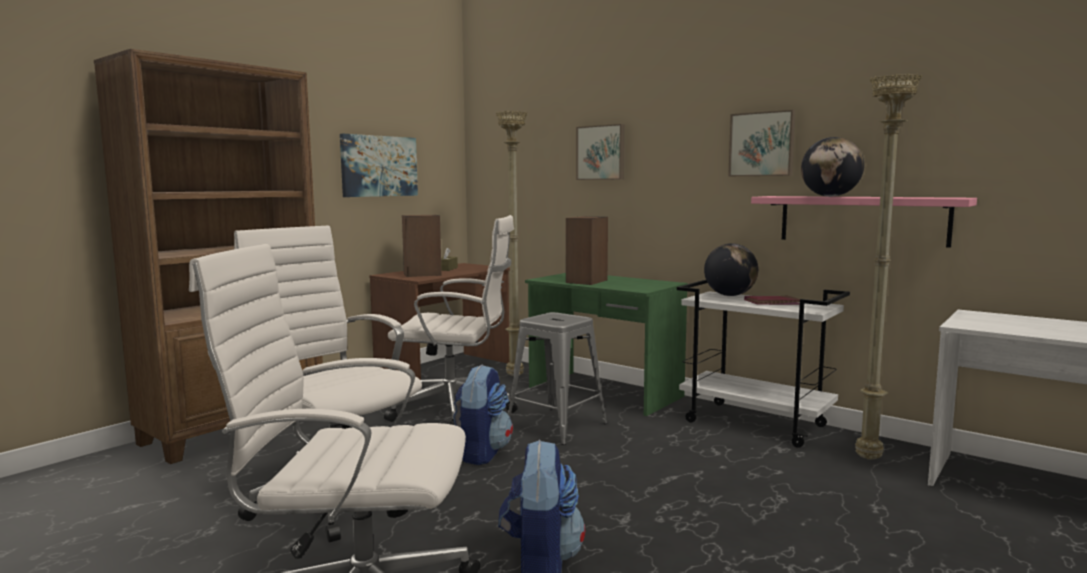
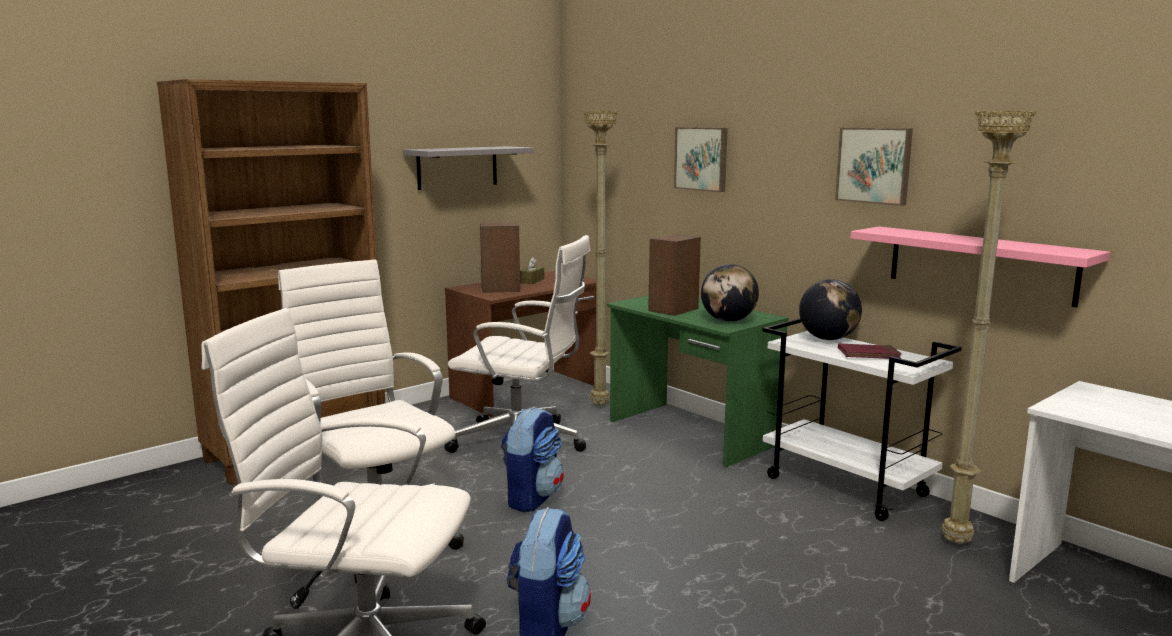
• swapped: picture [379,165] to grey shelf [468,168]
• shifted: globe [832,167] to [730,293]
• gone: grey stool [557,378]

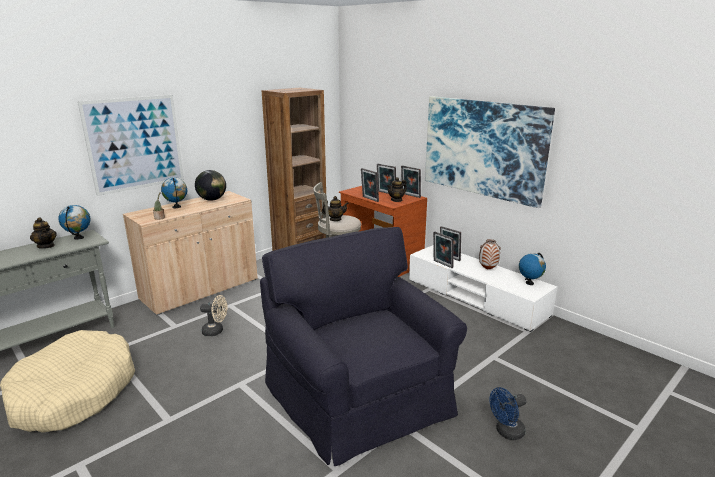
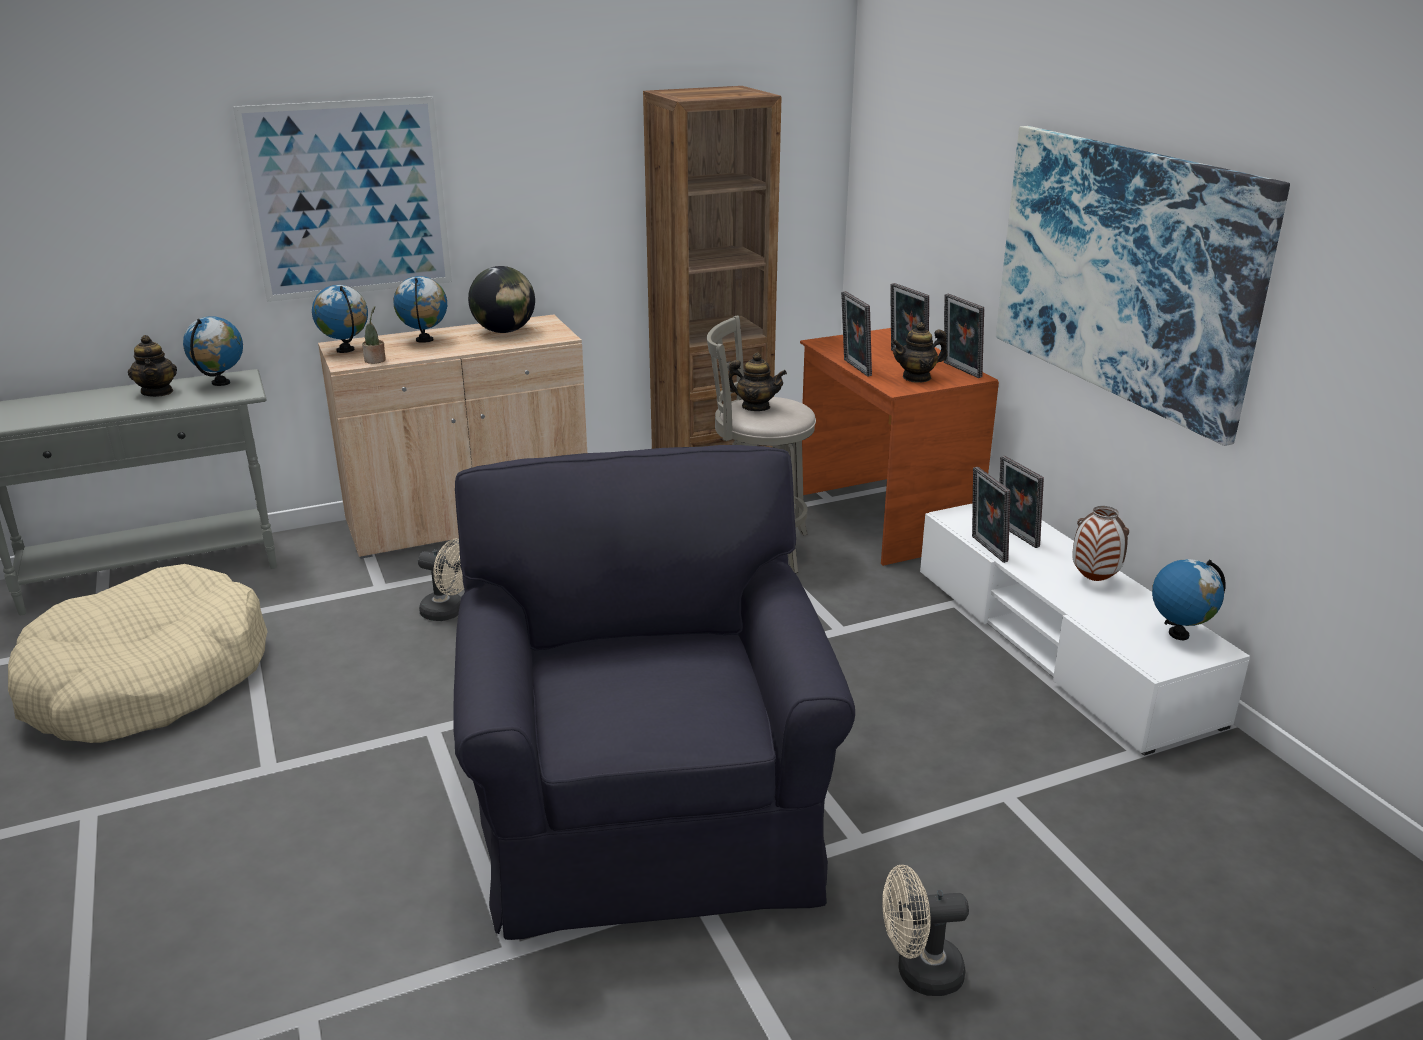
• repainted: blue fan [507,413] to beige fan [925,930]
• new: globe [340,319]

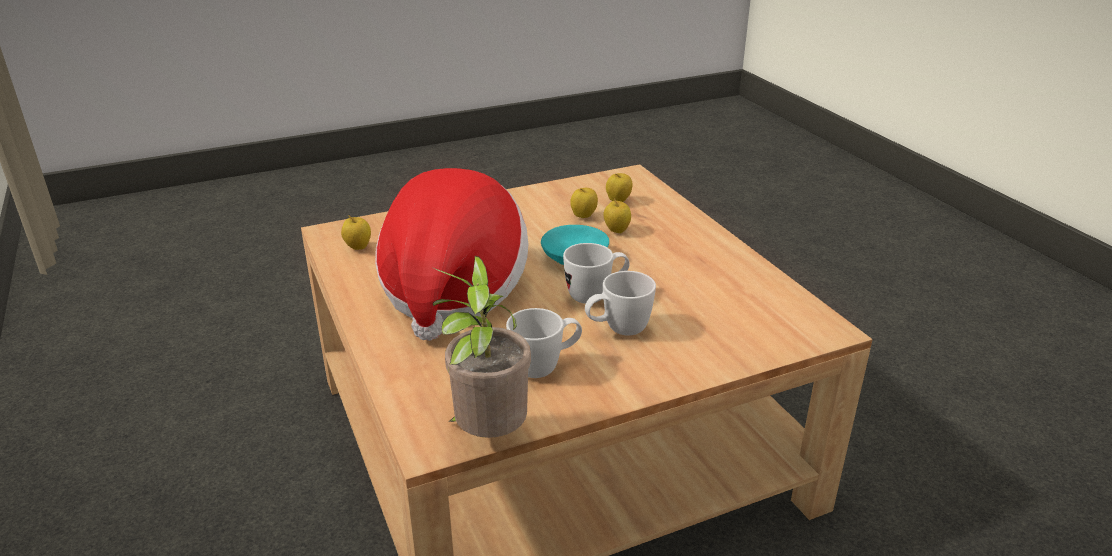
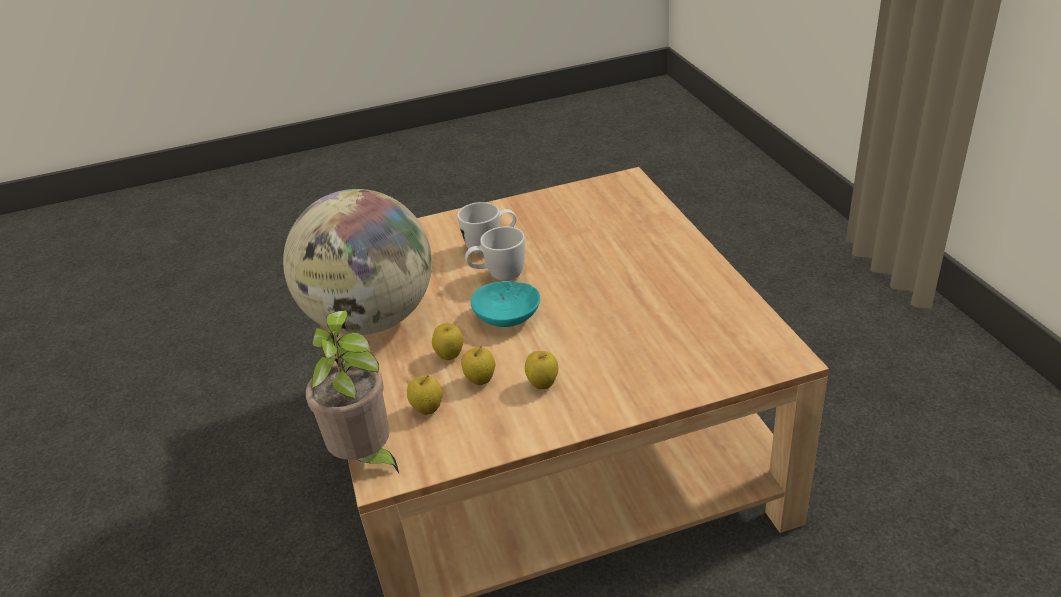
• gone: hat [451,254]
• shifted: apple [356,232] to [541,370]
• shifted: potted plant [481,347] to [352,391]
• gone: white mug [544,343]
• new: globe [357,262]

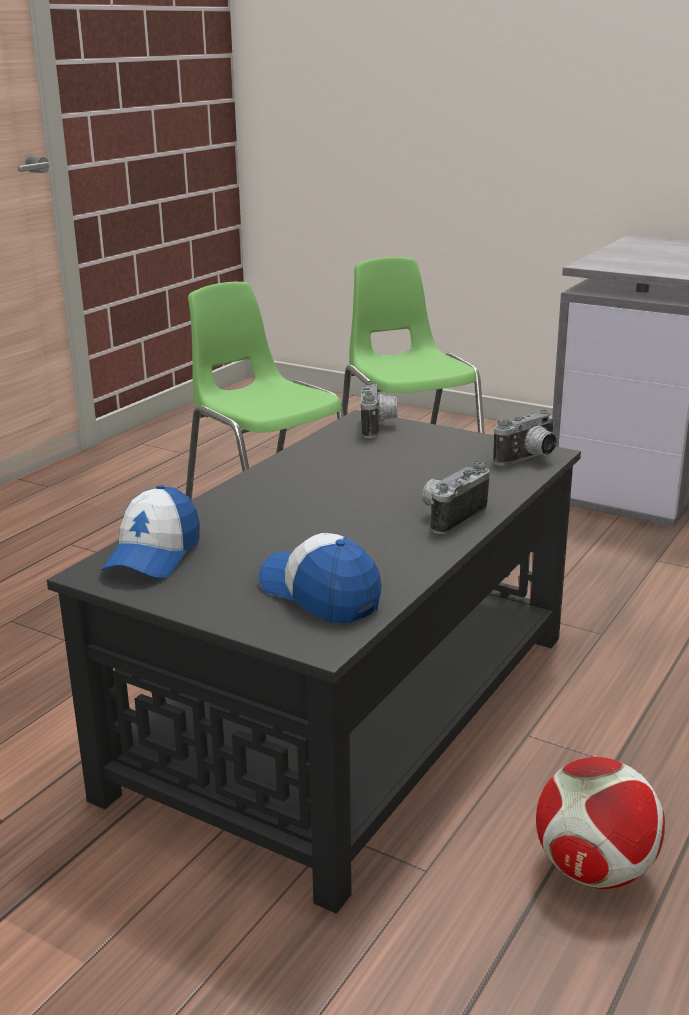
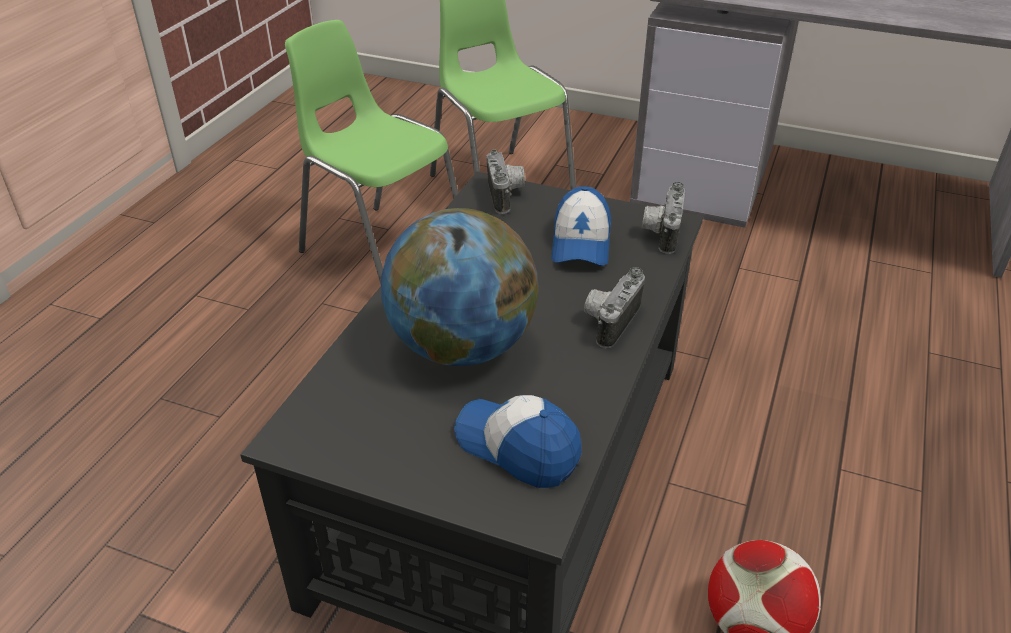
• rotated: photo camera [525,438] = [663,218] 150 degrees clockwise
• shifted: cap [150,531] to [581,226]
• new: globe [459,287]

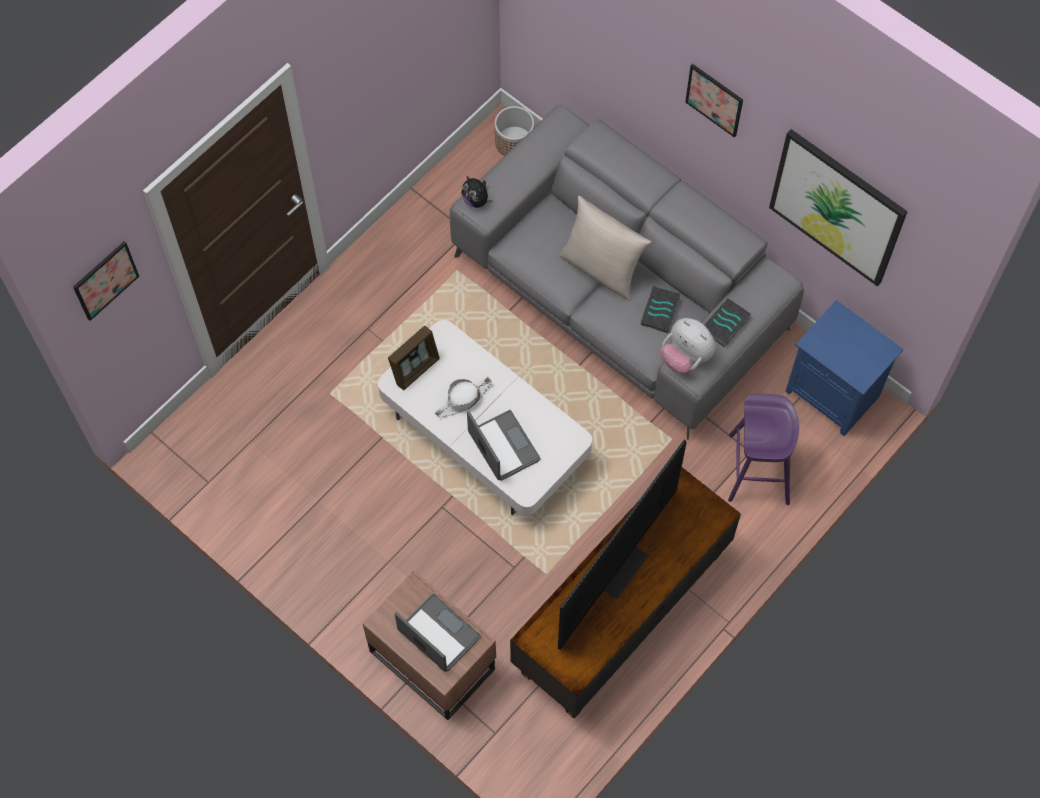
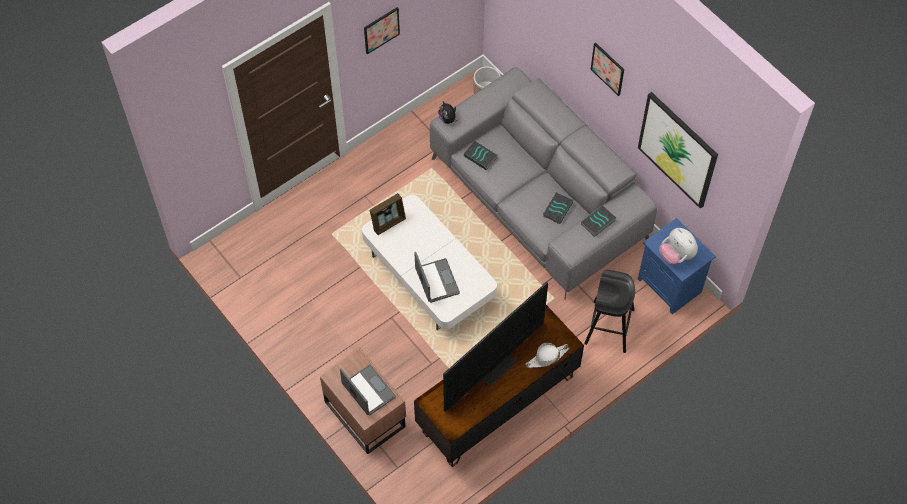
• gone: beige pillow [605,248]
• shifted: picture [106,281] to [382,30]
• shifted: plush toy [688,346] to [678,246]
• shifted: white hat [463,397] to [547,355]
• repainted: purple stool [763,449] to black stool [609,311]
• new: book [481,155]

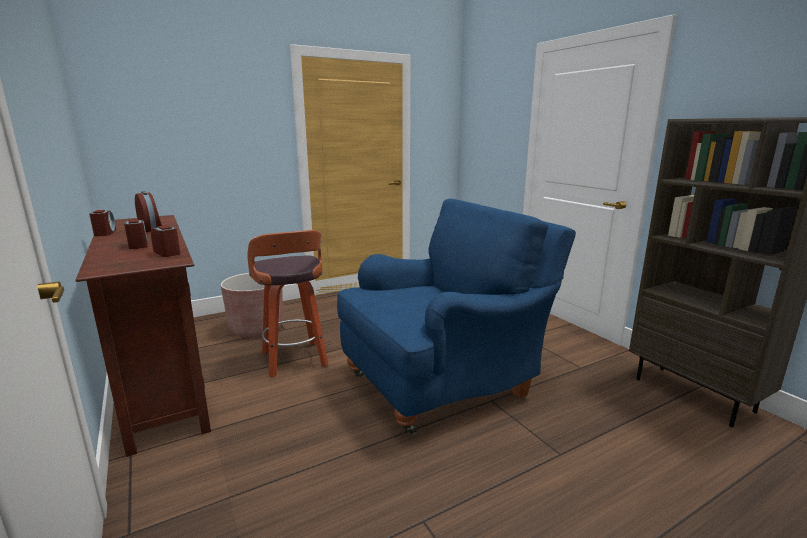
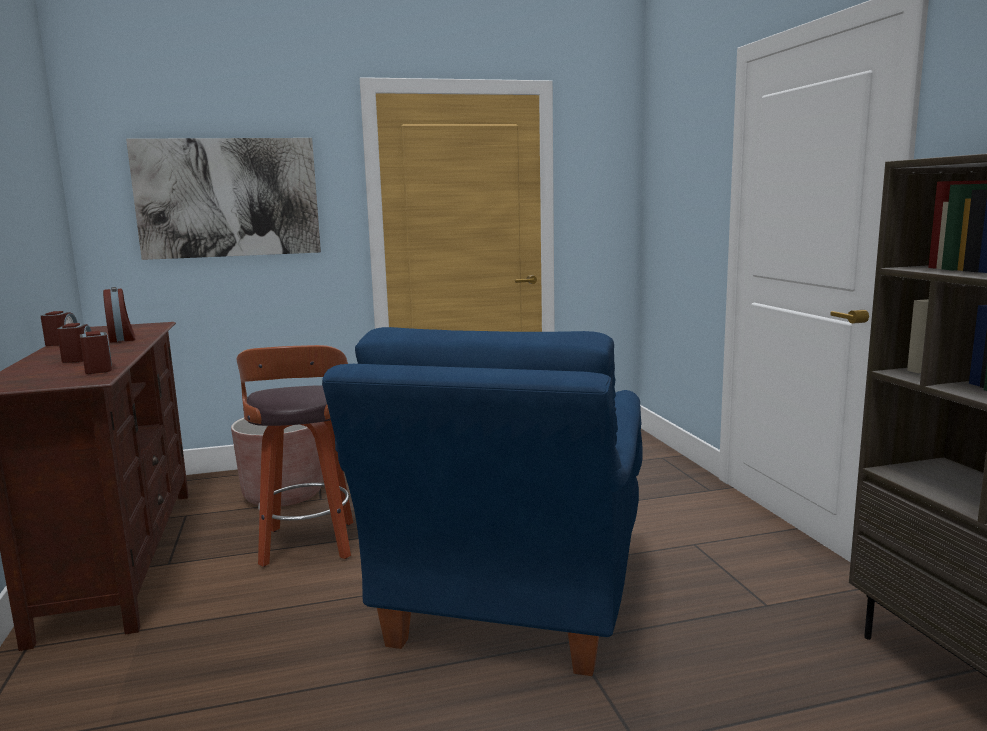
• rotated: blue armchair [456,317] = [482,501] 120 degrees clockwise
• new: picture [223,199]

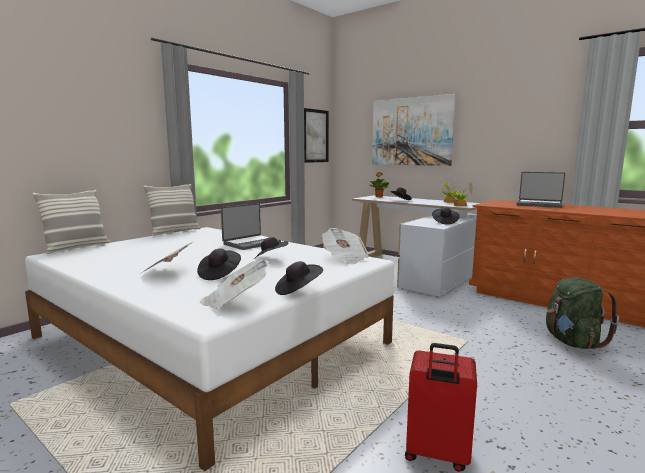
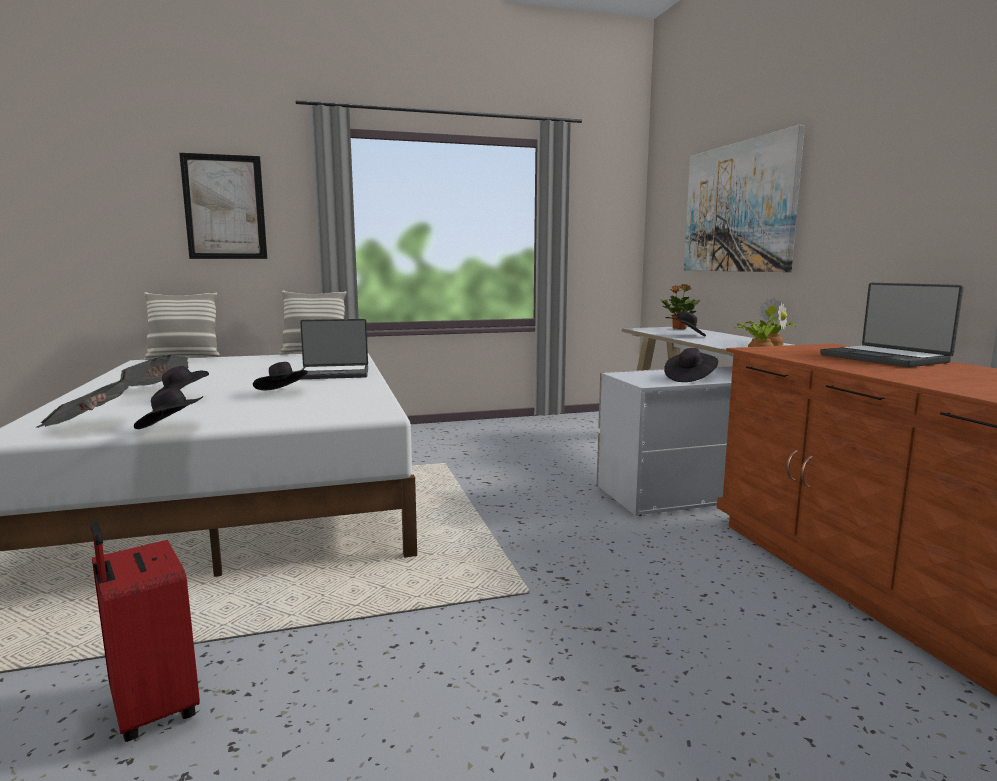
• shifted: picture [316,135] to [223,206]
• gone: newspaper [345,246]
• gone: green backpack [582,313]

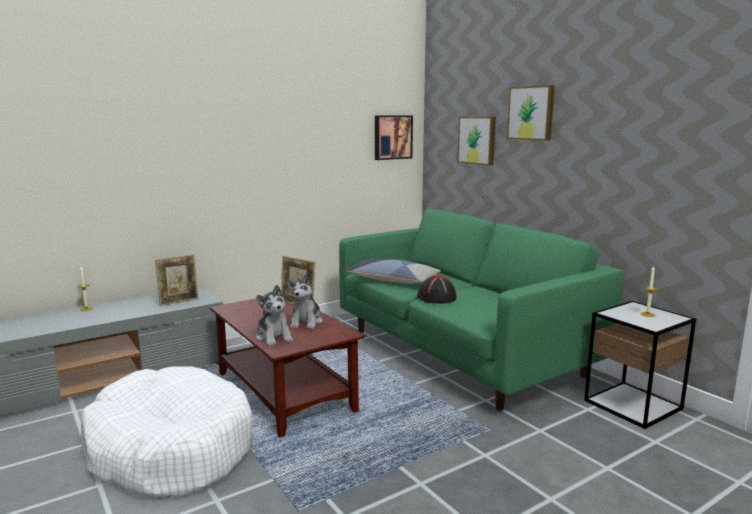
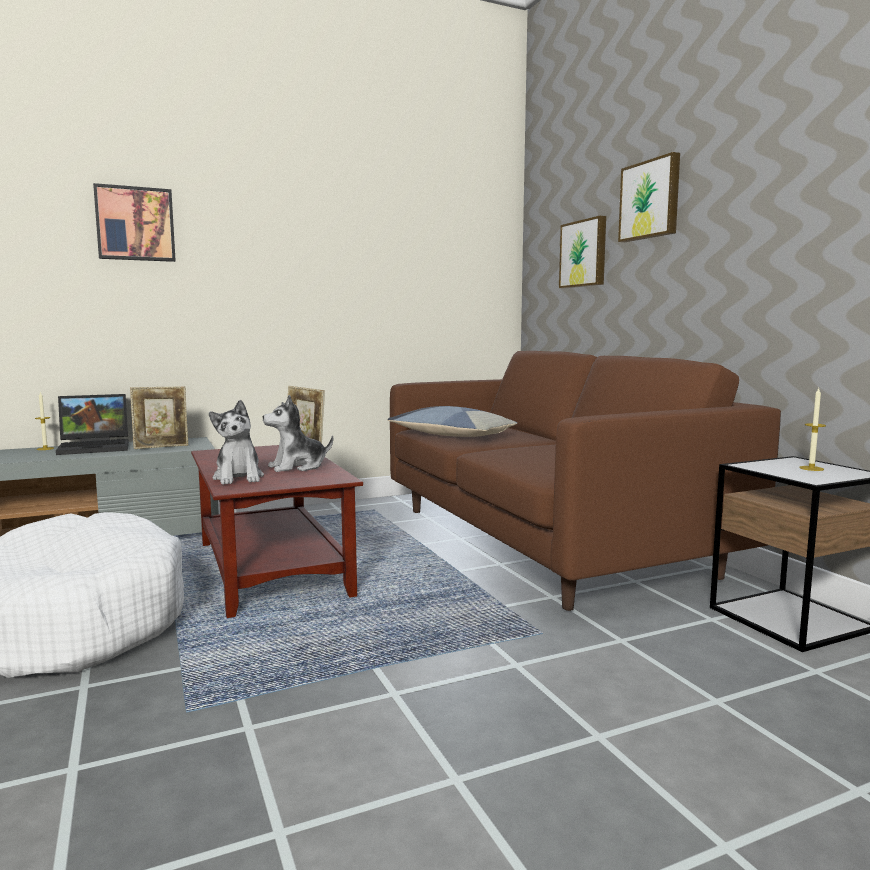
• shifted: picture [394,137] to [134,222]
• repainted: green sofa [482,310] to brown sofa [585,481]
• rotated: plush toy [305,301] = [298,433] 45 degrees clockwise
• gone: black hat [437,289]
• new: laptop [92,424]

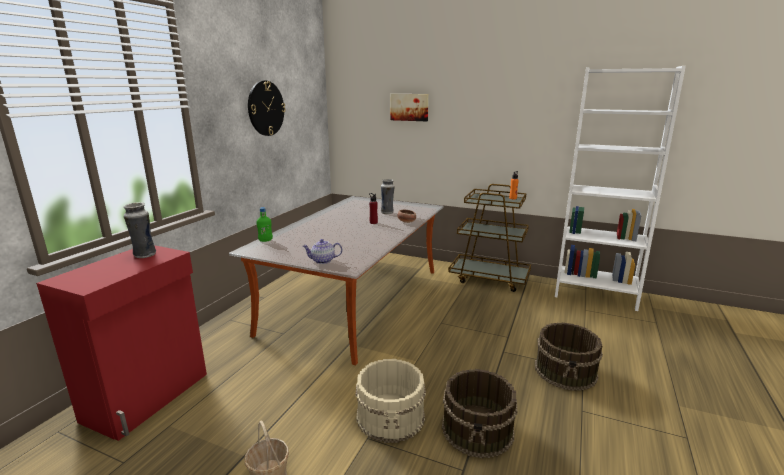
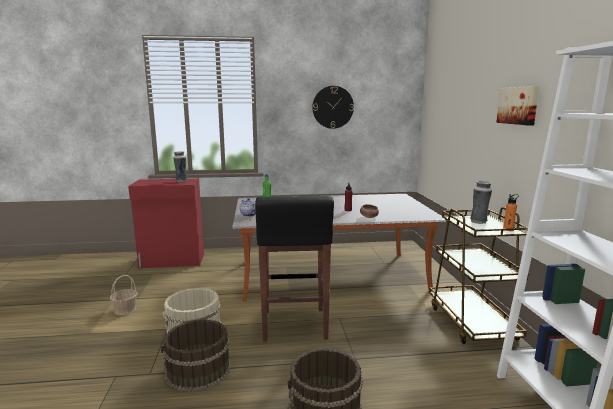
• shifted: picture [409,107] to [517,106]
• shifted: vase [388,196] to [481,202]
• new: black stool [294,269]

